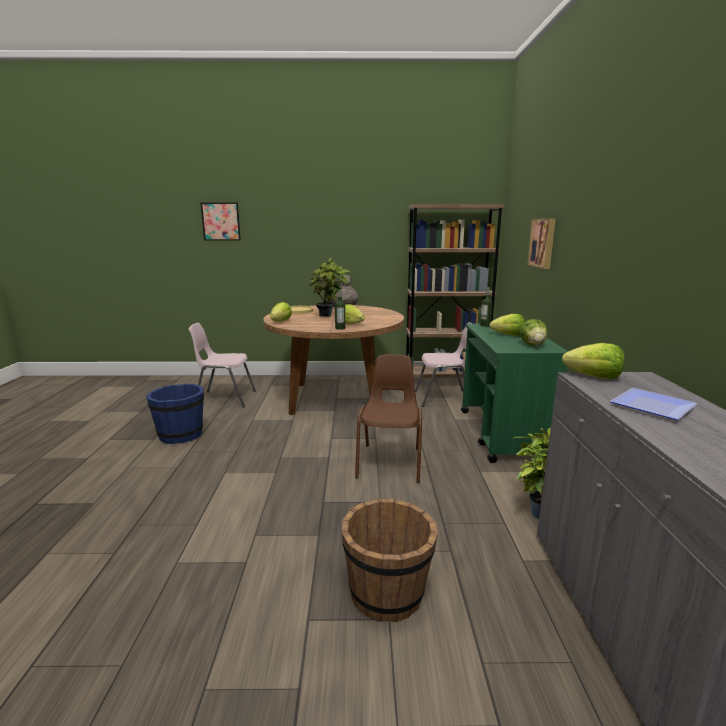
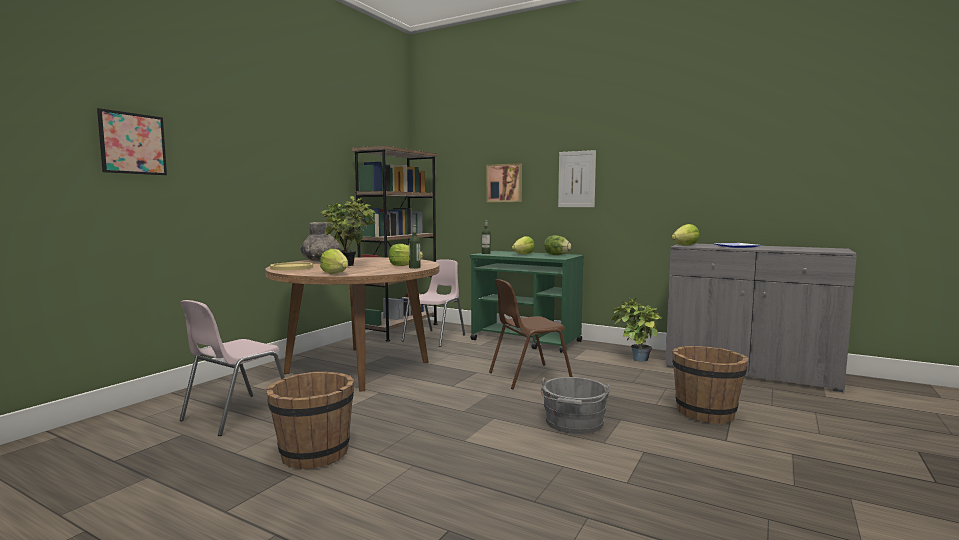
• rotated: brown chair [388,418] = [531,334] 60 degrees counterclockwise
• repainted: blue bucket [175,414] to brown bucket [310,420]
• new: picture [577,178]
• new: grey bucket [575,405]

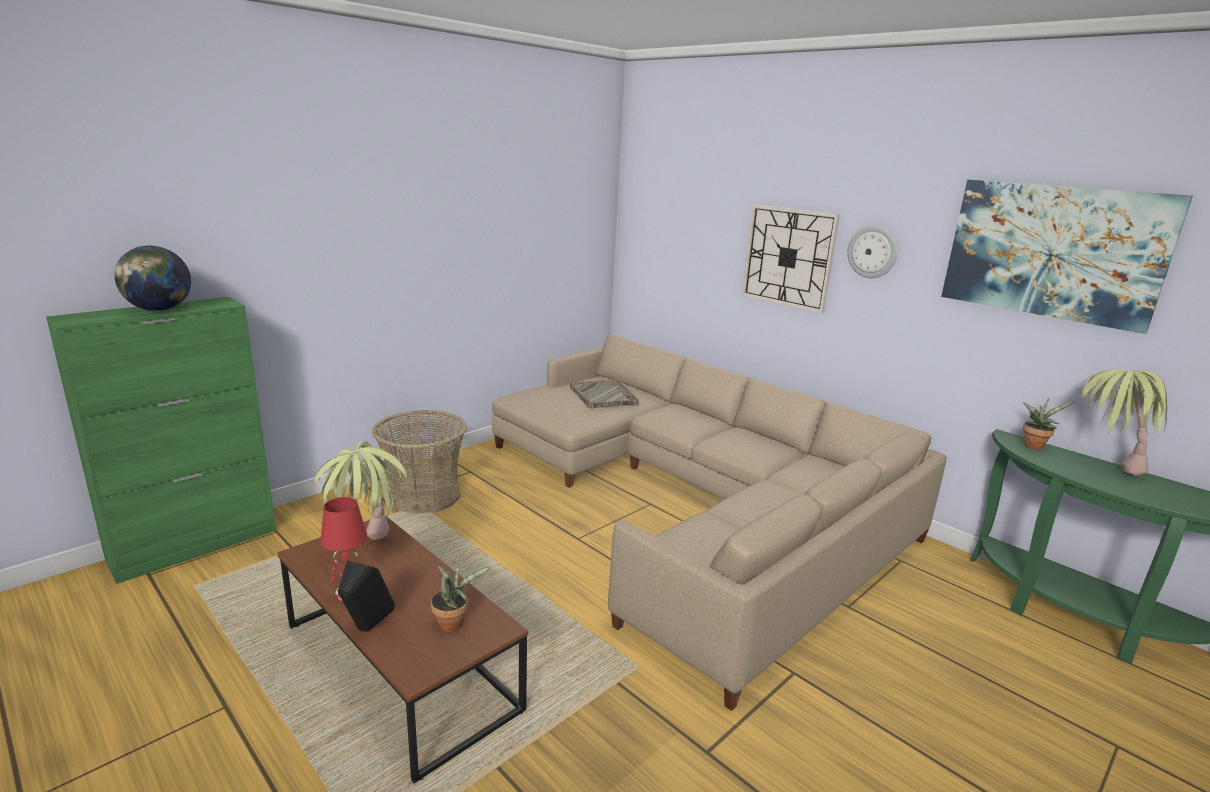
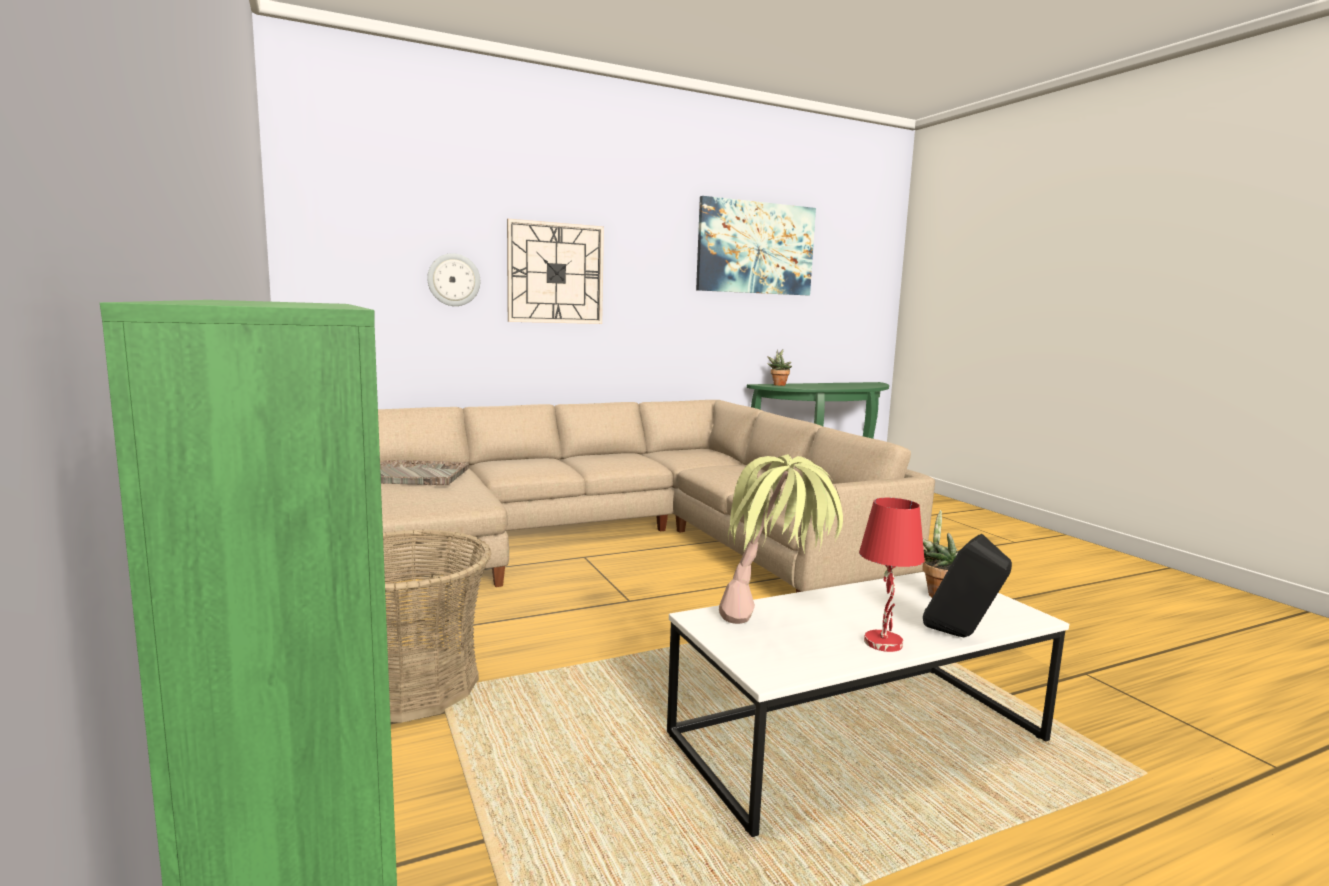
• shifted: wall clock [872,252] to [453,279]
• gone: globe [152,278]
• gone: potted plant [1122,422]
• repainted: brown coffee table [402,649] to white coffee table [868,704]

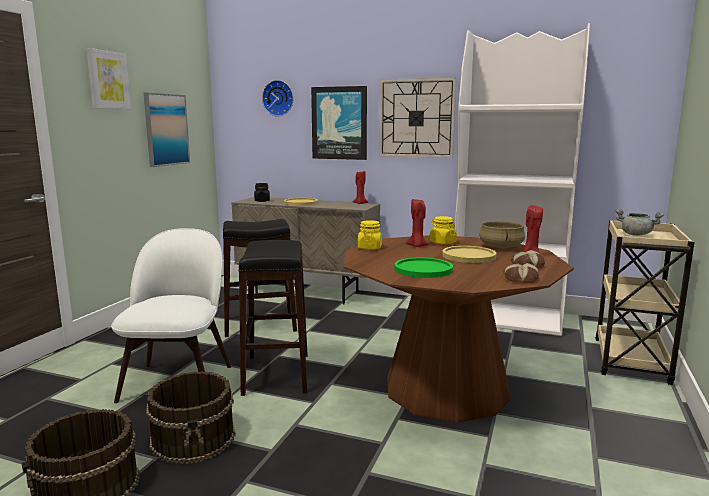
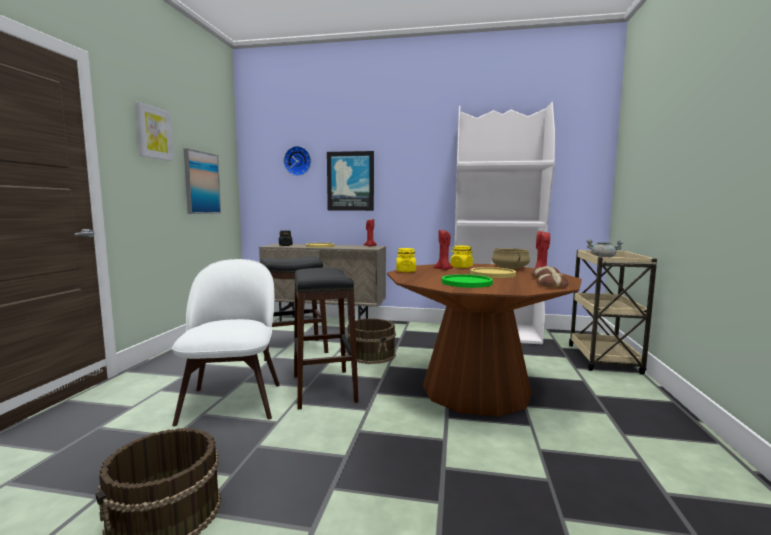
• gone: wall clock [417,117]
• shifted: brown bucket [191,417] to [371,341]

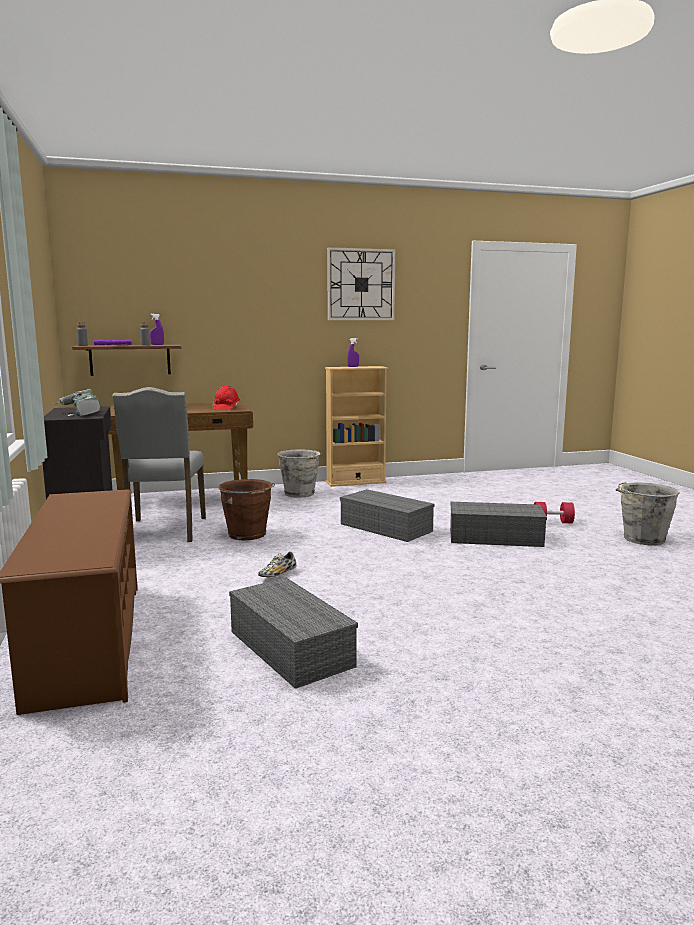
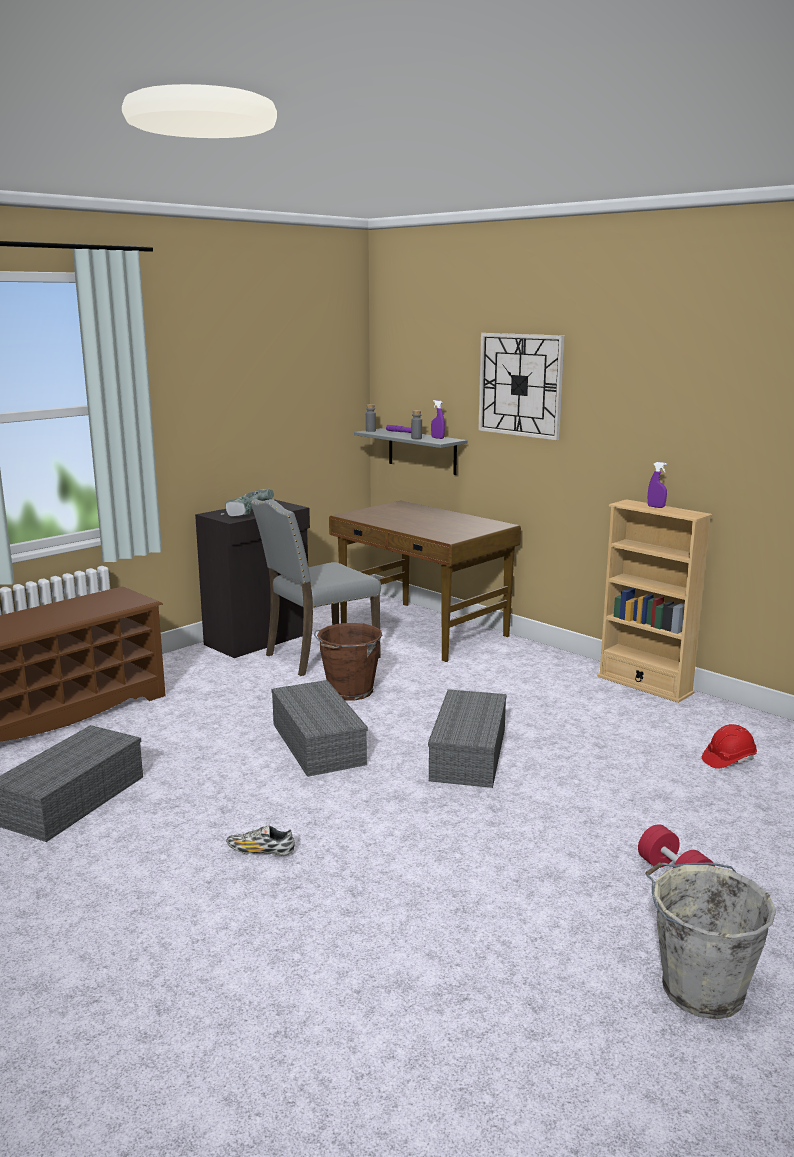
• shifted: wall clock [361,283] to [521,386]
• repainted: brown shelf [126,360] to grey shelf [410,451]
• shifted: red hard hat [226,398] to [729,746]
• gone: grey bucket [299,473]
• shifted: grey storage box [498,524] to [319,728]
• shifted: shoe [277,564] to [260,840]

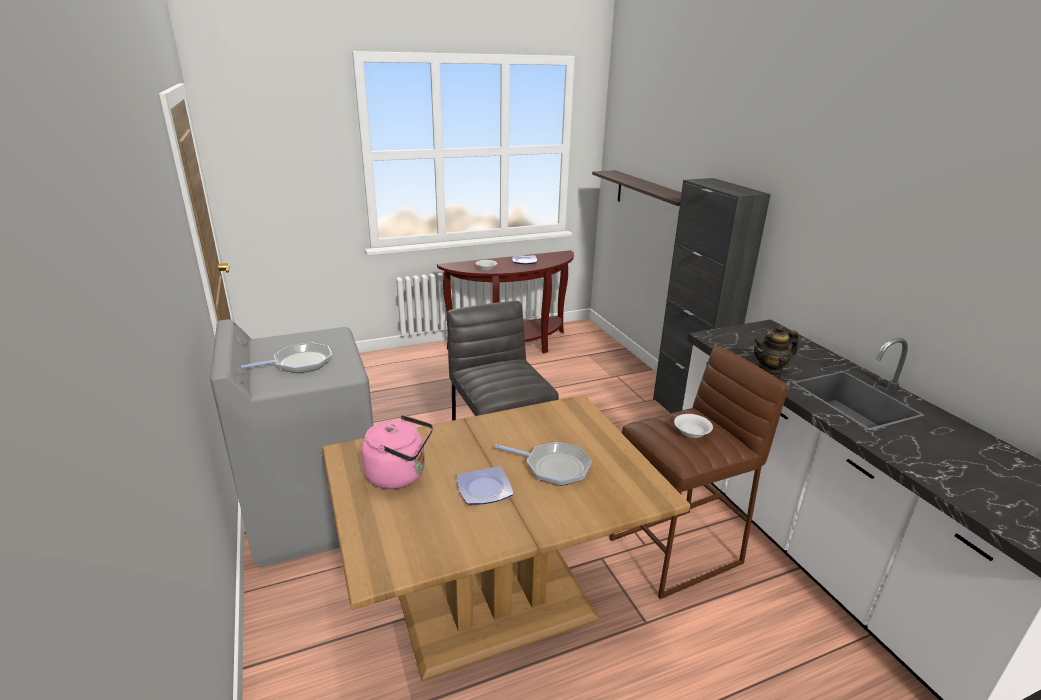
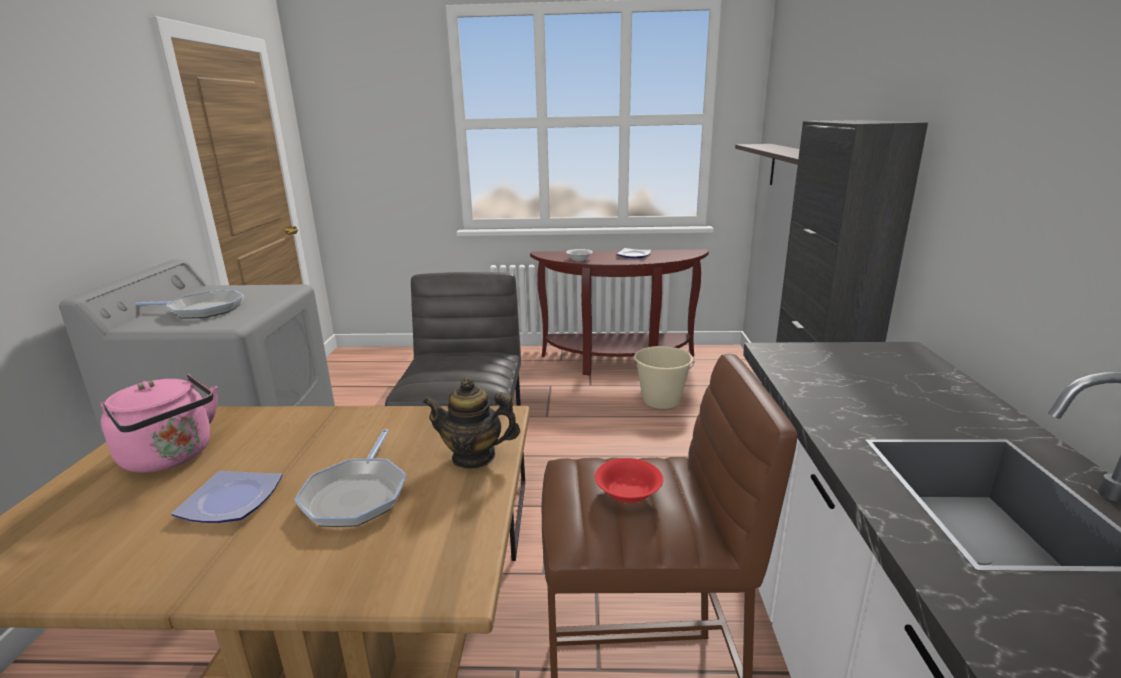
• shifted: teapot [776,350] to [471,423]
• repainted: white bowl [693,426] to red bowl [629,480]
• rotated: frying pan [543,464] = [350,478] 45 degrees clockwise
• new: beige bucket [664,377]

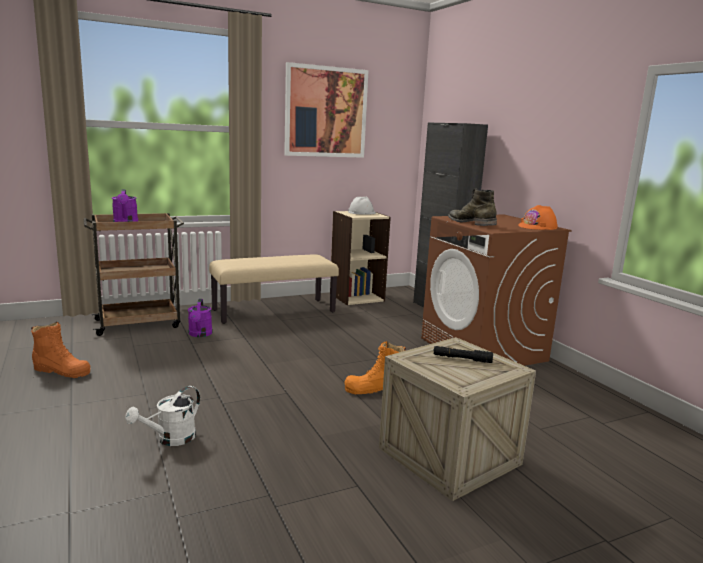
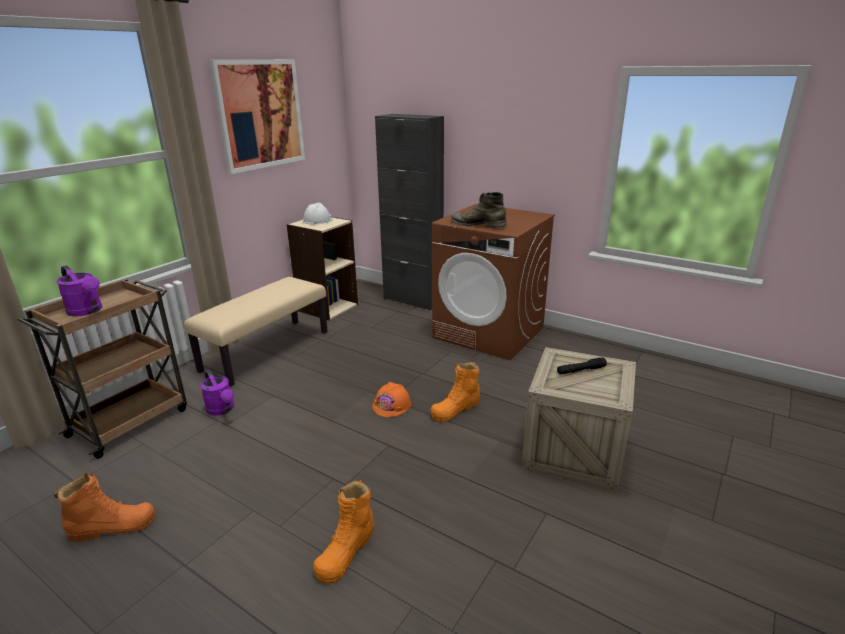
• shifted: orange hard hat [538,217] to [391,399]
• swapped: white watering can [162,416] to orange boot [343,532]

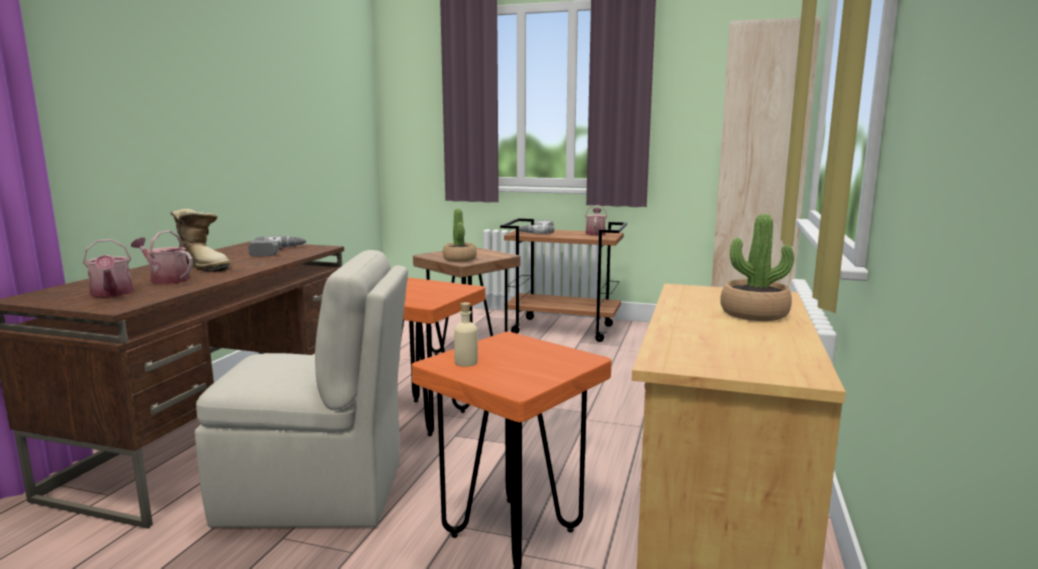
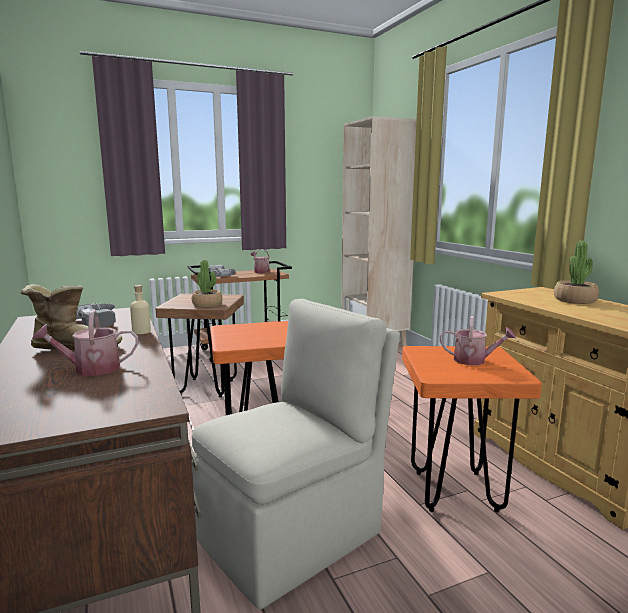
• shifted: watering can [108,268] to [478,340]
• shifted: beige bottle [466,334] to [140,309]

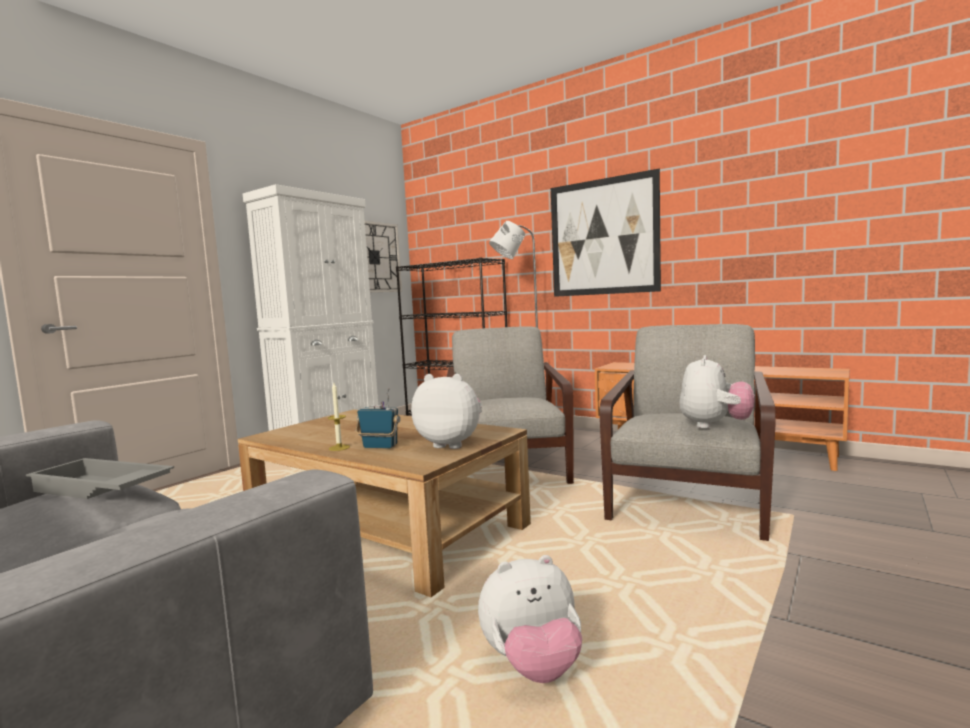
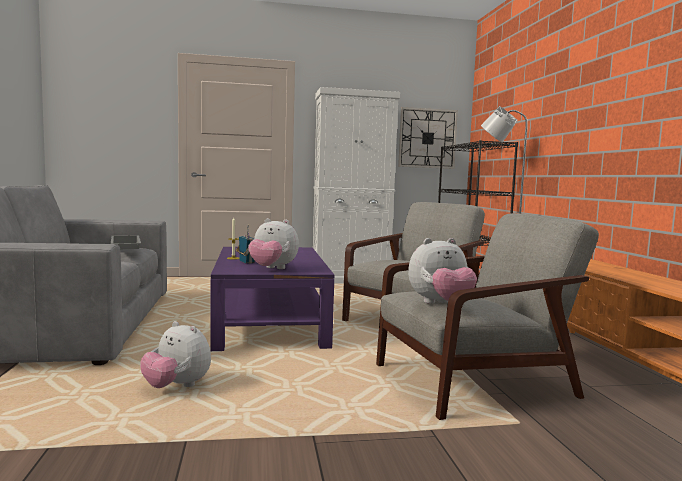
• gone: picture [606,233]
• rotated: plush toy [446,411] = [273,243] 135 degrees clockwise
• repainted: brown coffee table [384,503] to purple coffee table [272,299]

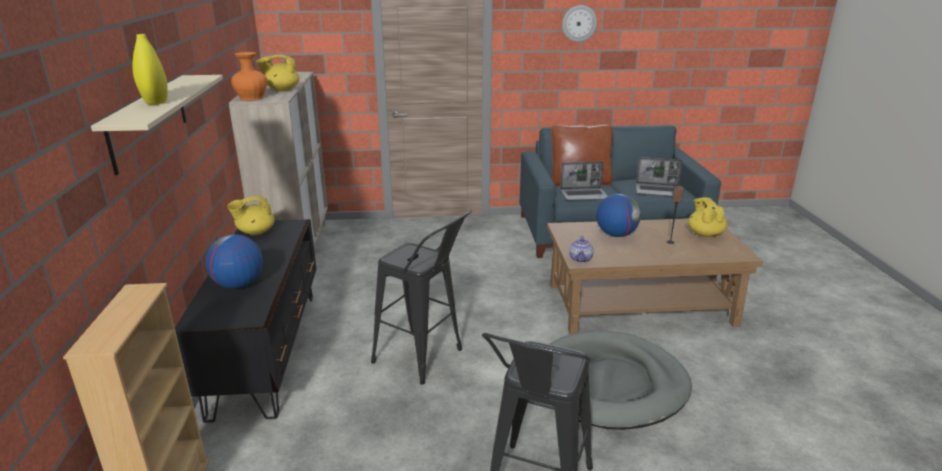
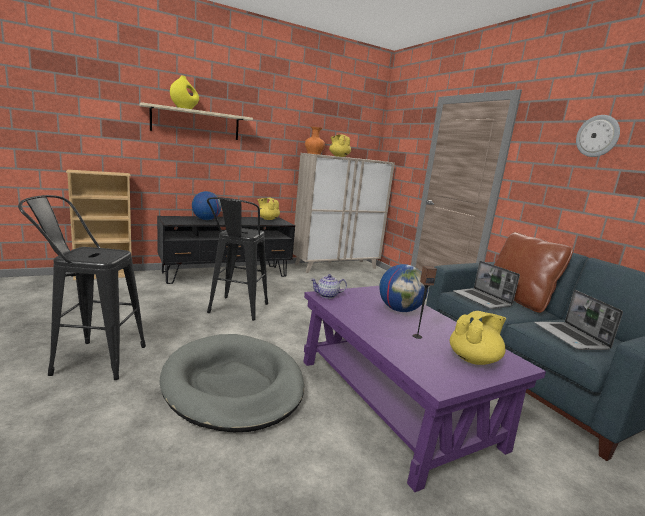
• repainted: brown coffee table [655,276] to purple coffee table [424,389]

